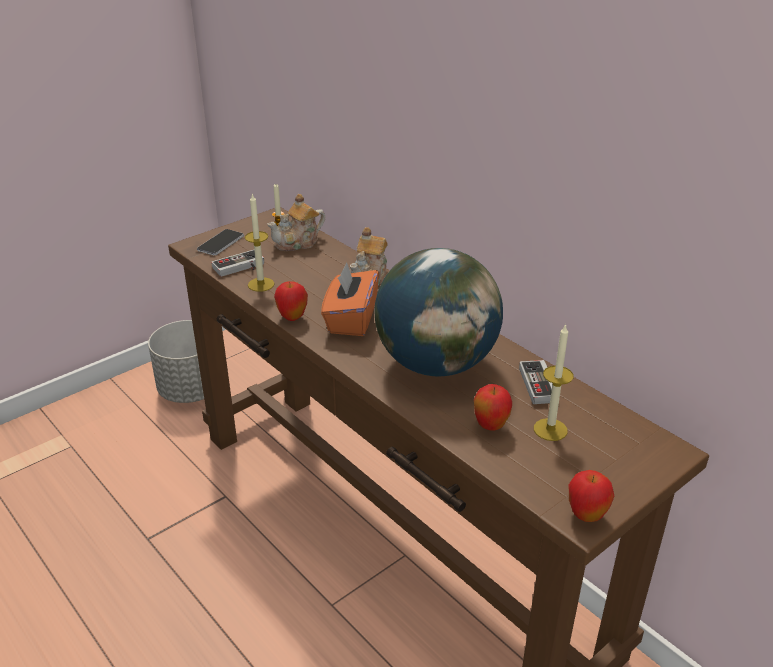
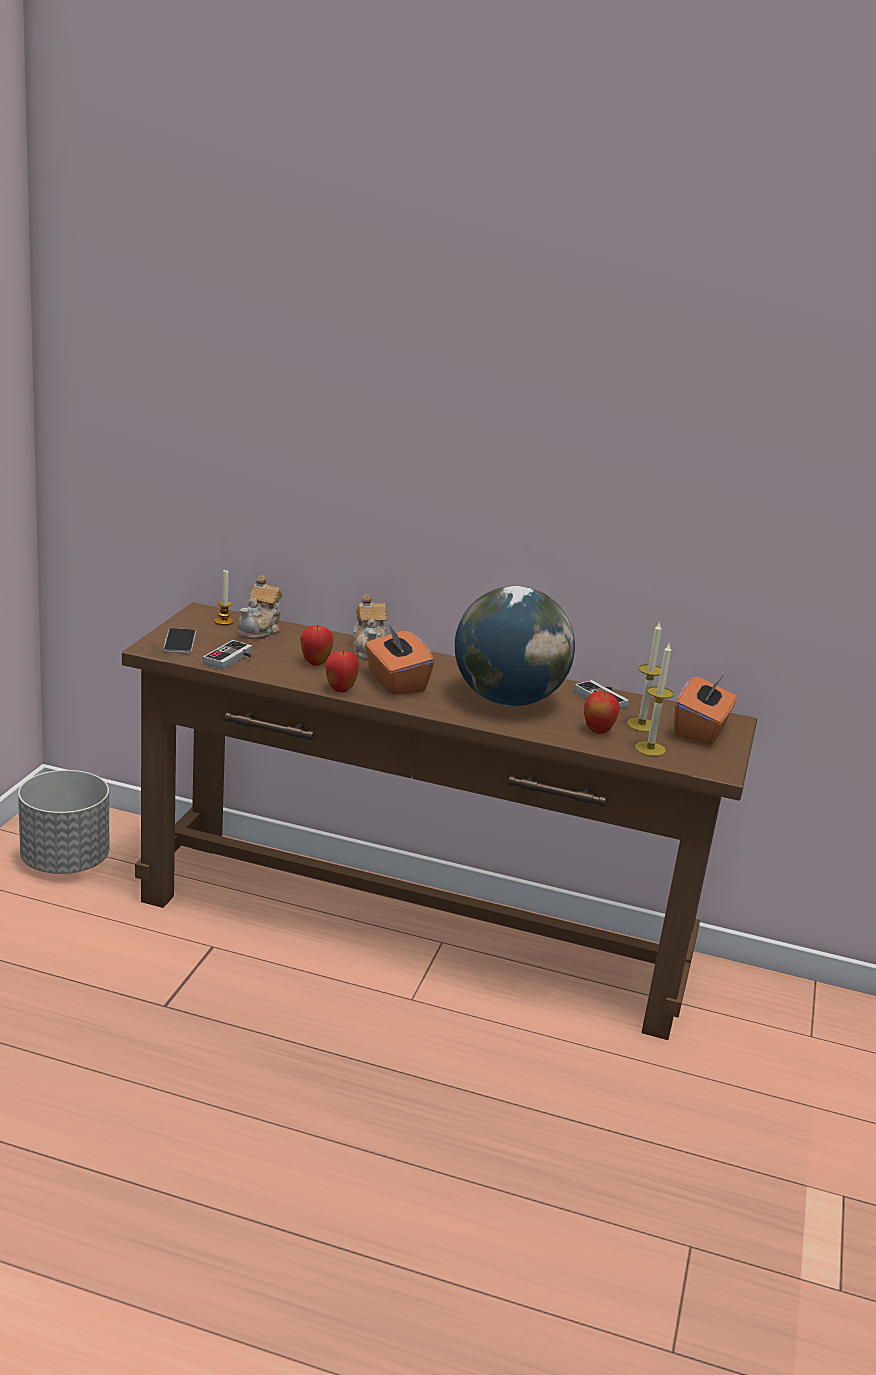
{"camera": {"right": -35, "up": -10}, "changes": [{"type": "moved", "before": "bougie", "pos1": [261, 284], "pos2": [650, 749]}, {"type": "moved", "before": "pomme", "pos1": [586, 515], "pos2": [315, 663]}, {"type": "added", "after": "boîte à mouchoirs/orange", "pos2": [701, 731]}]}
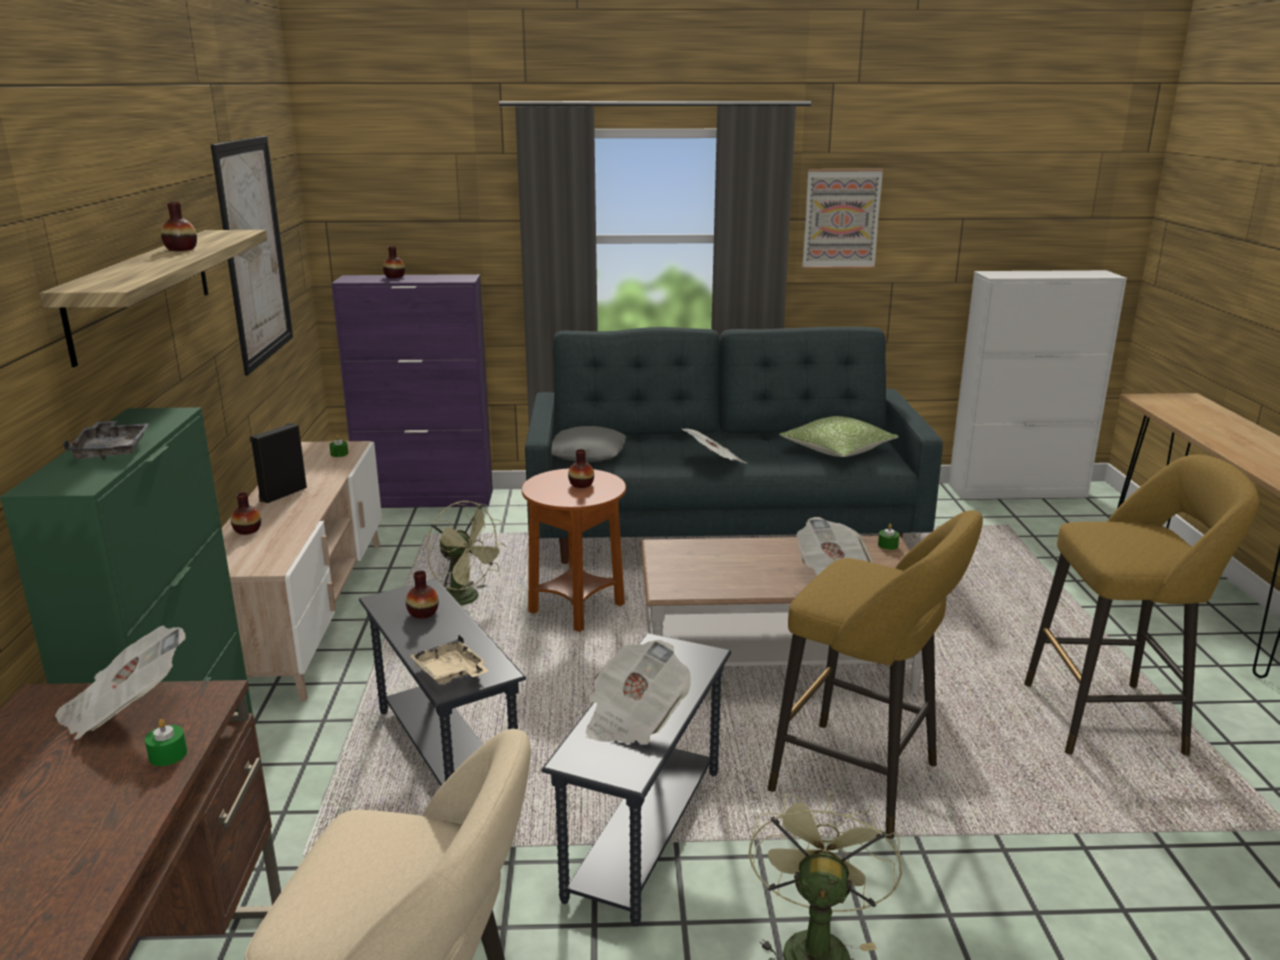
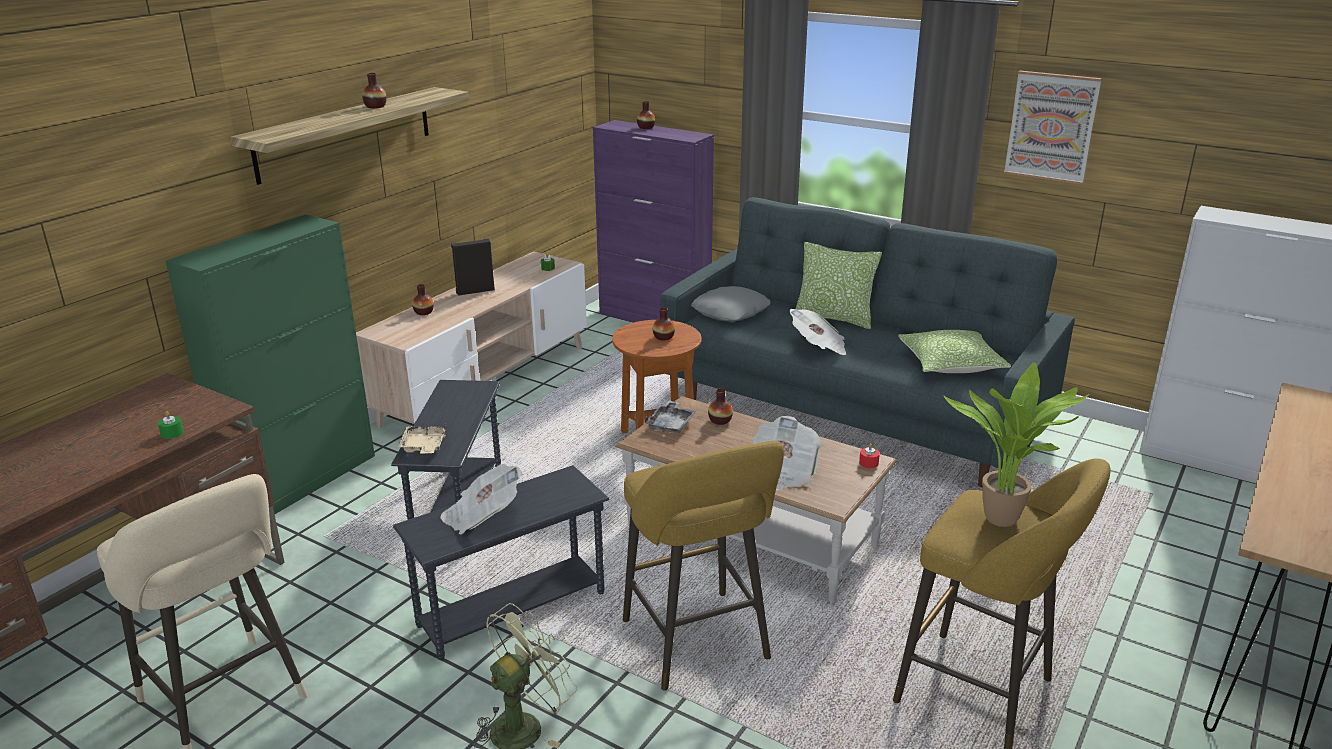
{"camera": {"right": 35, "up": 5}, "changes": [{"type": "removed", "before": "journal", "pos1": [125, 710]}, {"type": "moved", "before": "plateau/gris", "pos1": [112, 450], "pos2": [671, 424]}, {"type": "removed", "before": "tableau", "pos1": [255, 251]}, {"type": "moved", "before": "vase", "pos1": [423, 613], "pos2": [720, 420]}, {"type": "removed", "before": "ventilateur/vert", "pos1": [467, 599]}, {"type": "recoloured", "before": "bougie/vert", "after": "bougie/rouge", "pos1": [888, 545], "pos2": [868, 463]}, {"type": "added", "after": "coussin", "pos2": [834, 318]}, {"type": "added", "after": "plante en pot", "pos2": [1005, 522]}]}
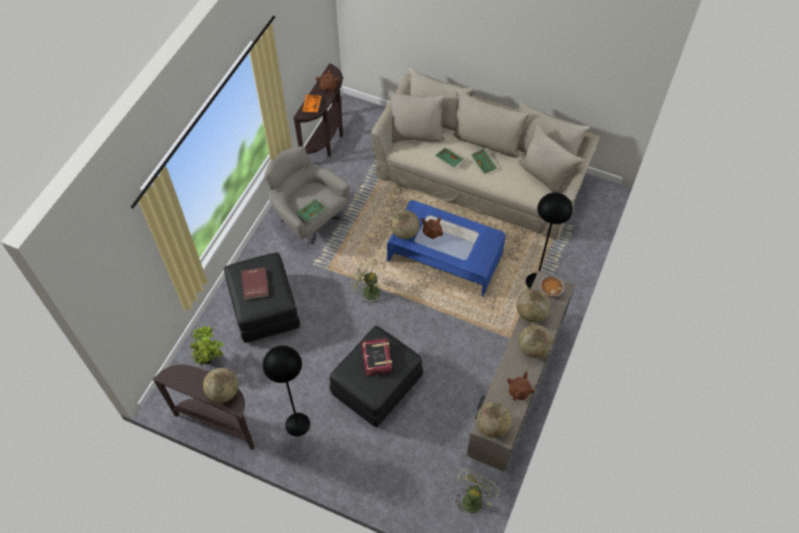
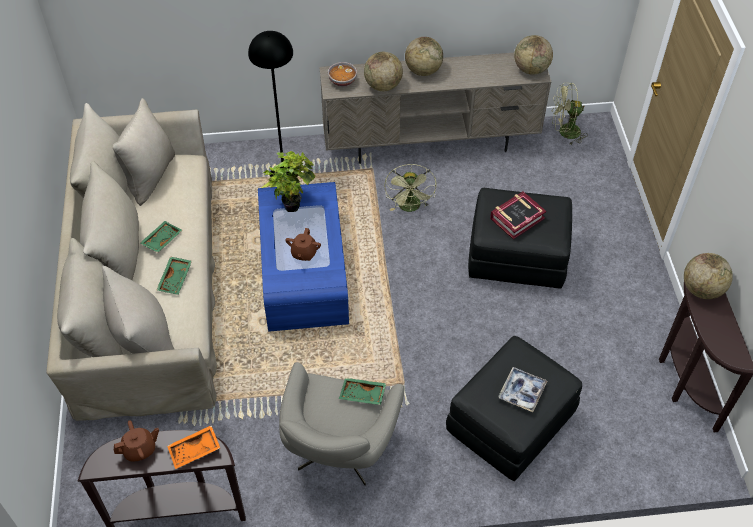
{"camera": {"right": -120, "up": -5}, "changes": [{"type": "moved", "before": "plante en pot", "pos1": [211, 361], "pos2": [291, 204]}, {"type": "replaced", "before": "livre/rouge", "after": "plateau", "pos1": [254, 284], "pos2": [522, 392]}, {"type": "removed", "before": "lampadaire/noir", "pos1": [297, 424]}, {"type": "moved", "before": "ventilateur/vert", "pos1": [367, 291], "pos2": [410, 208]}, {"type": "removed", "before": "globe", "pos1": [405, 232]}, {"type": "removed", "before": "théière/marron", "pos1": [519, 391]}]}
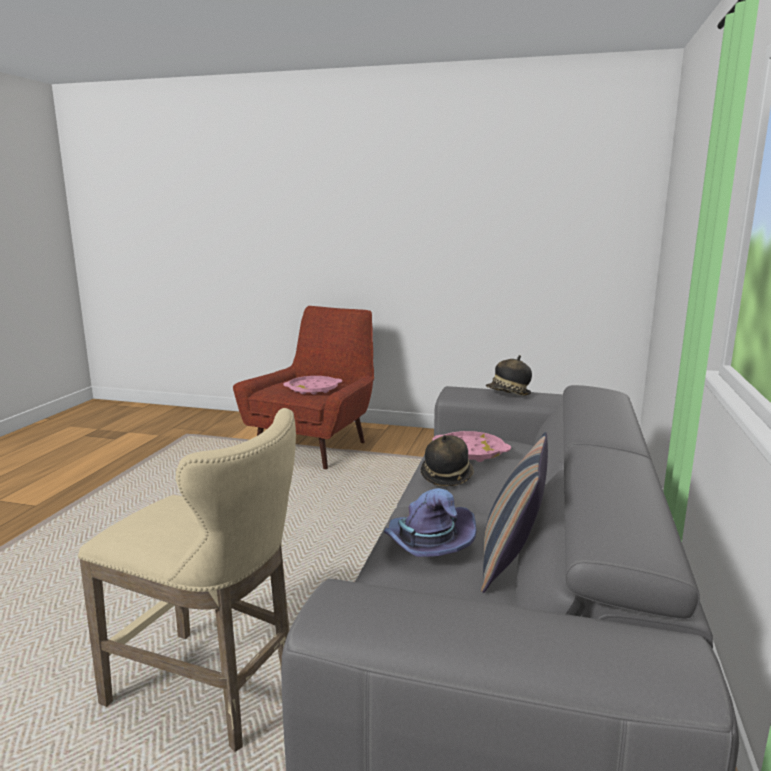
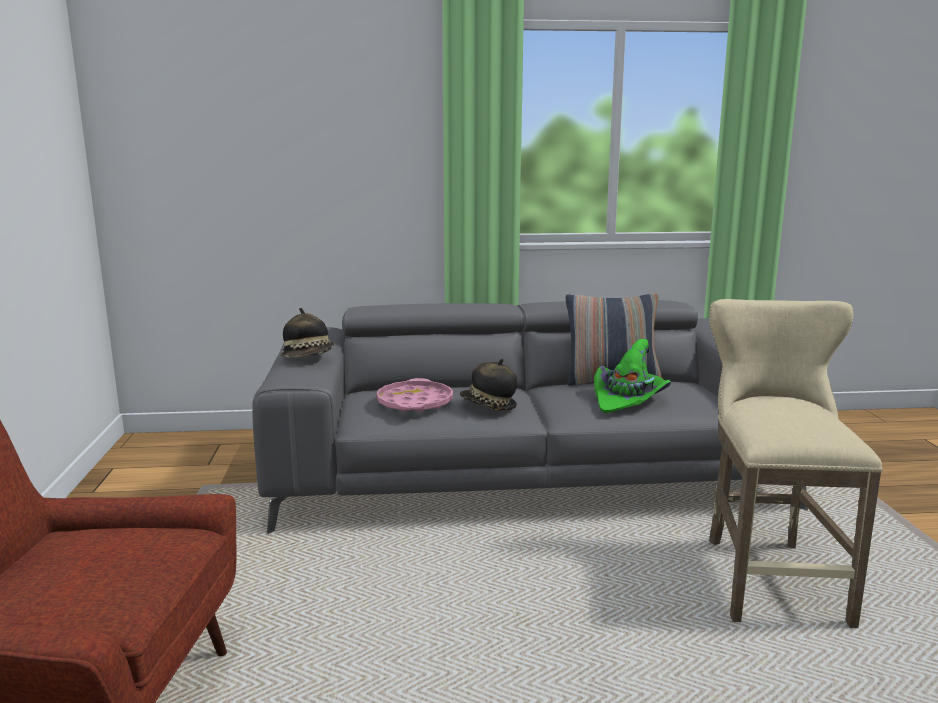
{"camera": {"right": -110, "up": 0}, "changes": [{"type": "removed", "before": "plateau/rose", "pos1": [313, 389]}, {"type": "recoloured", "before": "chapeau/violet", "after": "chapeau/vert", "pos1": [426, 546], "pos2": [628, 400]}]}
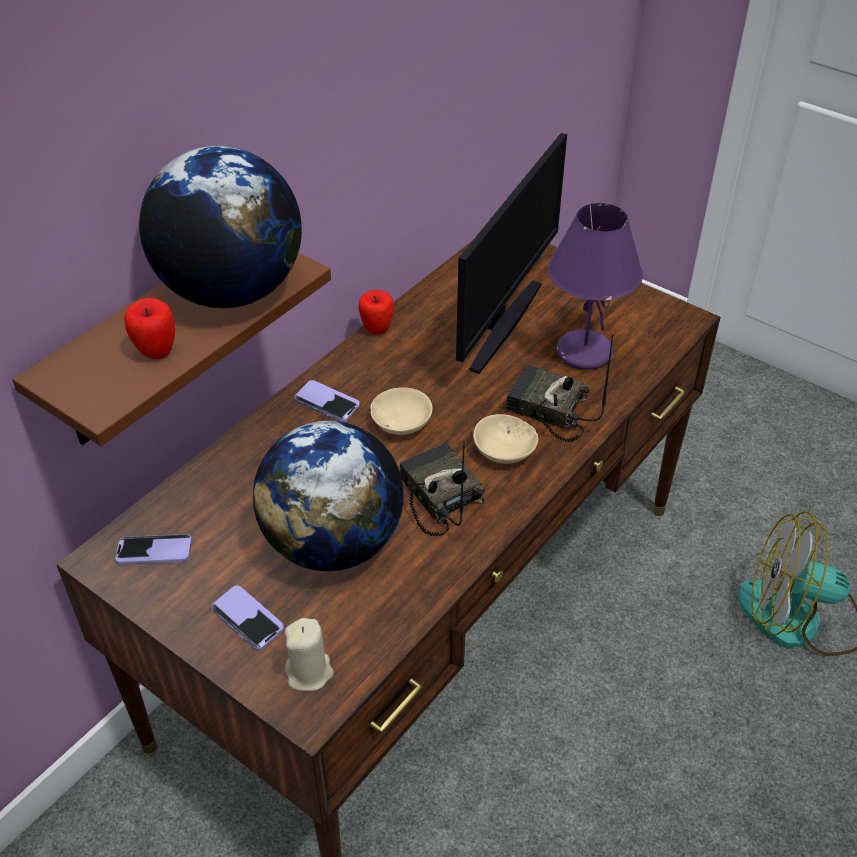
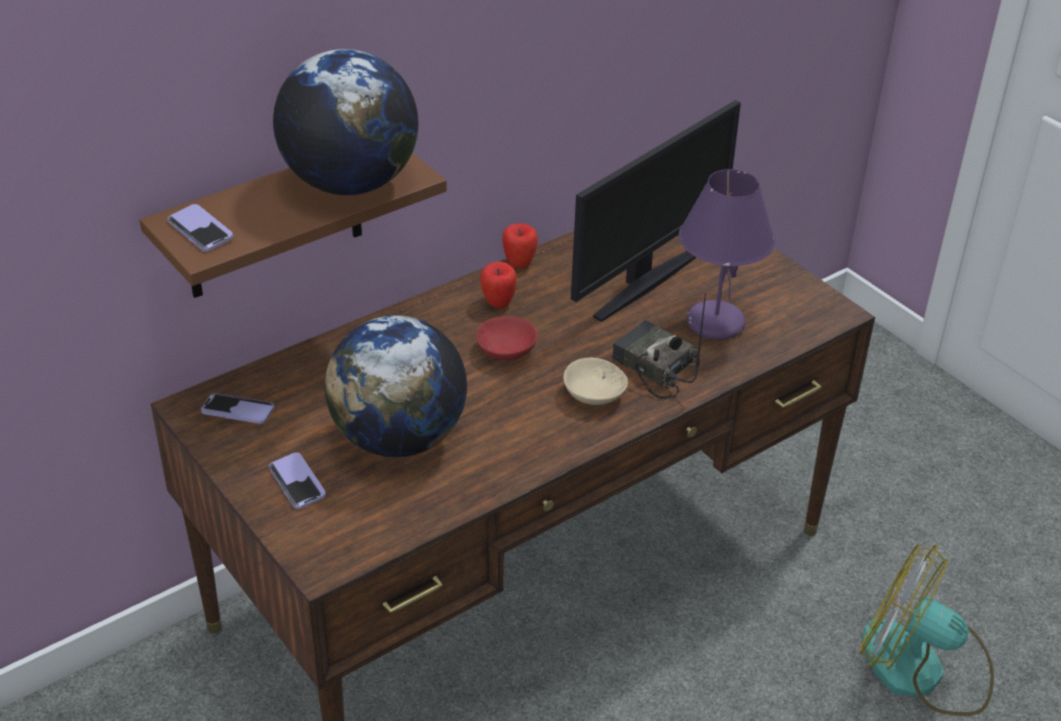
{"camera": {"right": 15, "up": -5}, "changes": [{"type": "moved", "before": "pomme", "pos1": [156, 352], "pos2": [498, 303]}, {"type": "removed", "before": "bougie/beige", "pos1": [309, 672]}, {"type": "moved", "before": "téléphone", "pos1": [327, 403], "pos2": [200, 230]}, {"type": "recoloured", "before": "bol/beige", "after": "bol/rouge", "pos1": [403, 423], "pos2": [508, 351]}, {"type": "removed", "before": "radio", "pos1": [437, 496]}]}
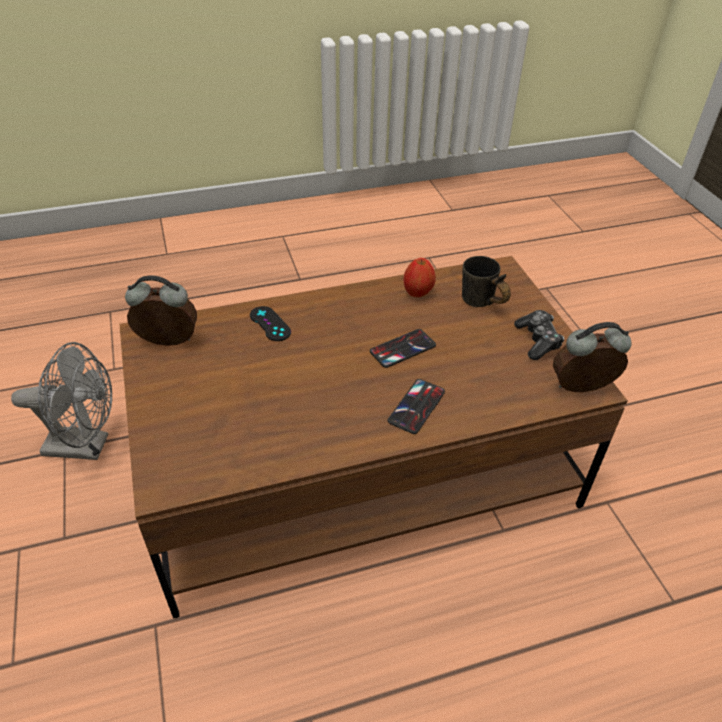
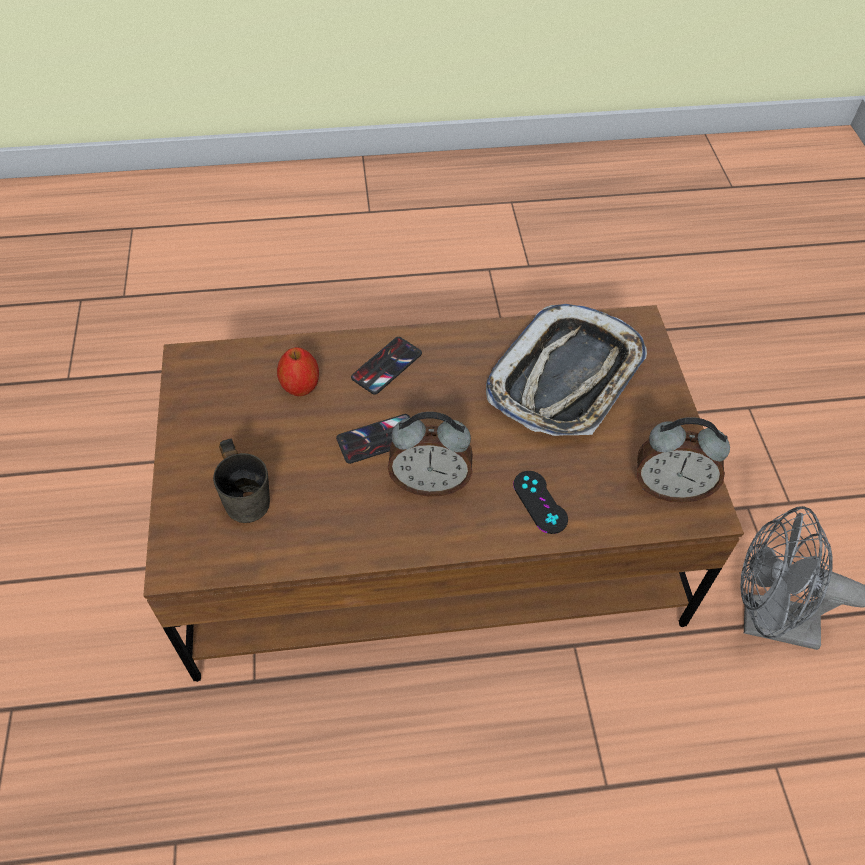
{"camera": {"right": -170, "up": 10}, "changes": [{"type": "moved", "before": "pomme", "pos1": [417, 293], "pos2": [301, 386]}, {"type": "removed", "before": "manette", "pos1": [537, 341]}, {"type": "moved", "before": "réveil", "pos1": [582, 389], "pos2": [430, 482]}, {"type": "added", "after": "plateau", "pos2": [566, 378]}]}
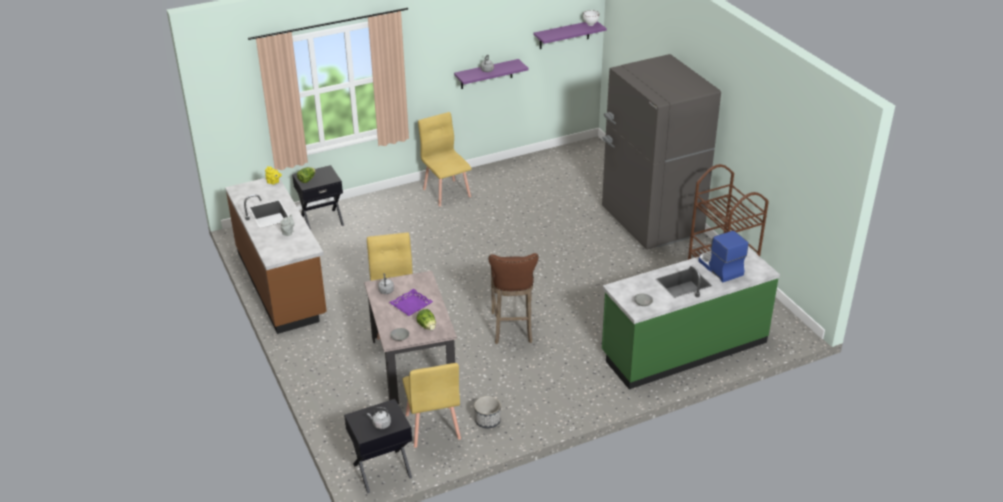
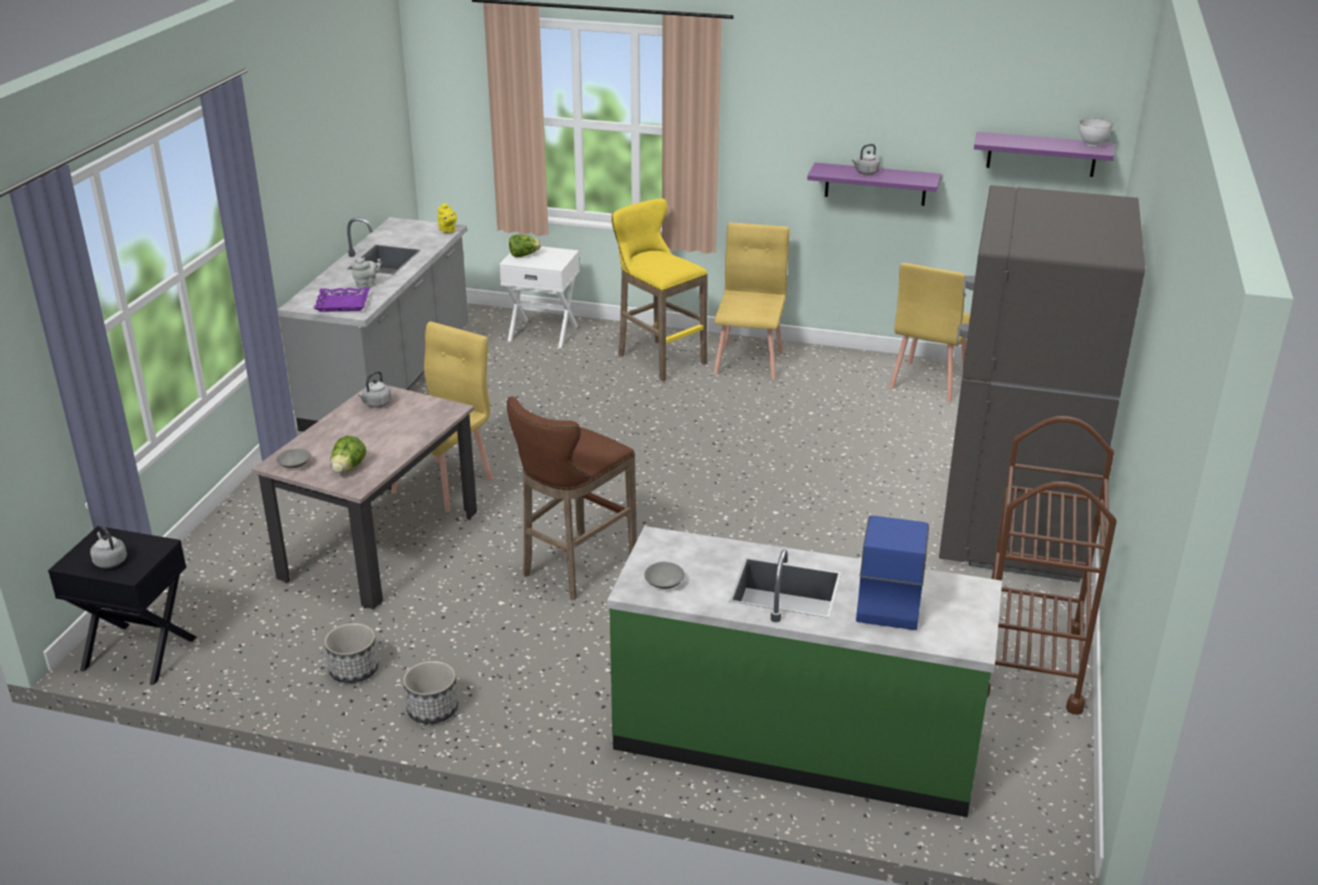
{"camera": {"right": 40, "up": -5}, "changes": [{"type": "recoloured", "before": "comptoir de cuisine/marron", "after": "comptoir de cuisine/gris", "pos1": [282, 284], "pos2": [391, 380]}, {"type": "recoloured", "before": "table de chevet/noir", "after": "table de chevet/blanc", "pos1": [321, 221], "pos2": [543, 332]}, {"type": "moved", "before": "plateau/violet", "pos1": [411, 305], "pos2": [343, 303]}, {"type": "moved", "before": "chaise/jaune", "pos1": [432, 427], "pos2": [928, 381]}, {"type": "added", "after": "cache-pot", "pos2": [432, 710]}, {"type": "added", "after": "tabouret/jaune", "pos2": [657, 358]}]}
